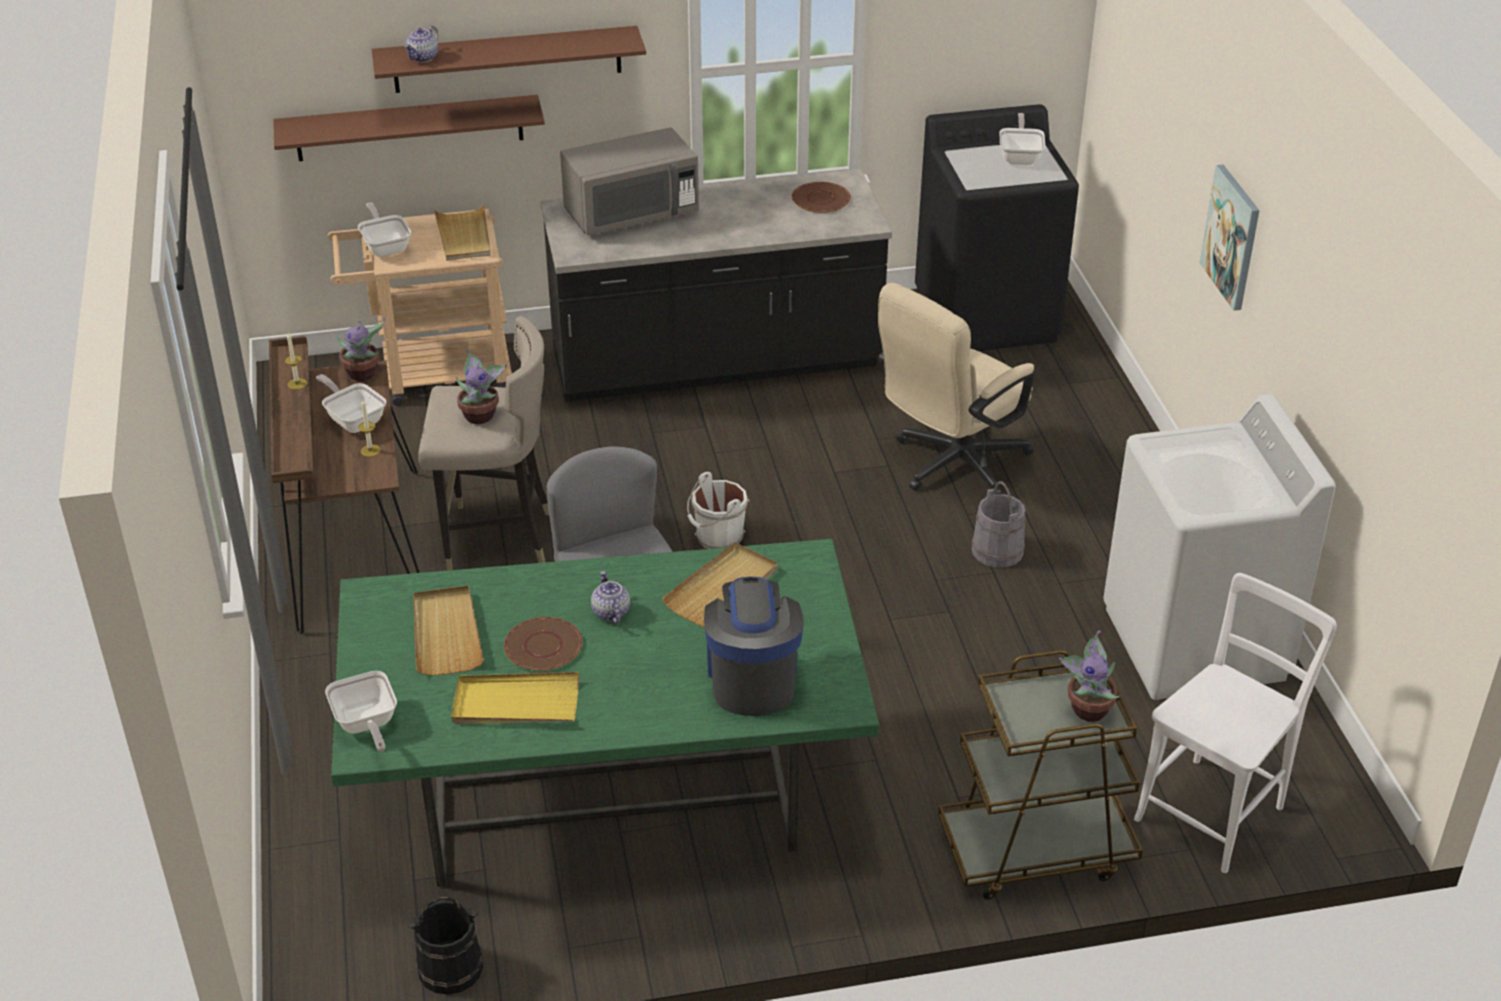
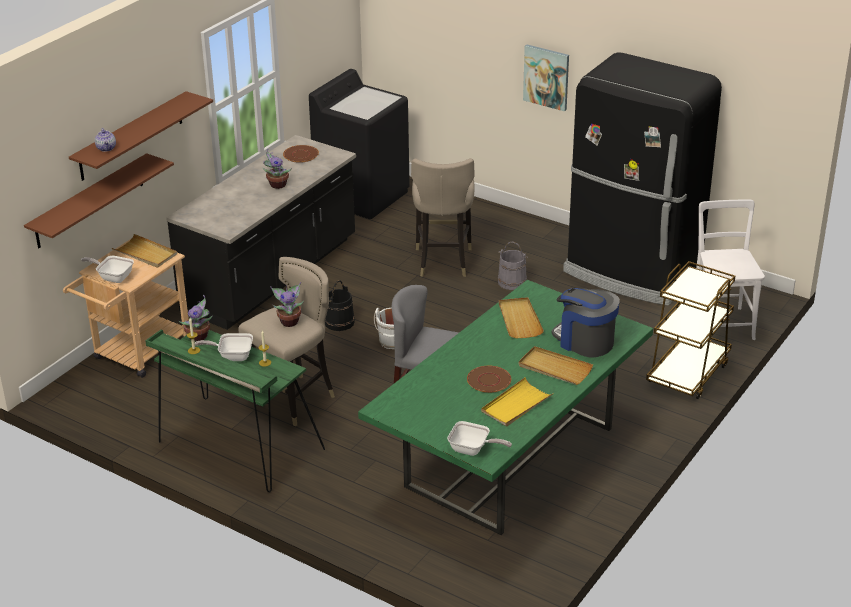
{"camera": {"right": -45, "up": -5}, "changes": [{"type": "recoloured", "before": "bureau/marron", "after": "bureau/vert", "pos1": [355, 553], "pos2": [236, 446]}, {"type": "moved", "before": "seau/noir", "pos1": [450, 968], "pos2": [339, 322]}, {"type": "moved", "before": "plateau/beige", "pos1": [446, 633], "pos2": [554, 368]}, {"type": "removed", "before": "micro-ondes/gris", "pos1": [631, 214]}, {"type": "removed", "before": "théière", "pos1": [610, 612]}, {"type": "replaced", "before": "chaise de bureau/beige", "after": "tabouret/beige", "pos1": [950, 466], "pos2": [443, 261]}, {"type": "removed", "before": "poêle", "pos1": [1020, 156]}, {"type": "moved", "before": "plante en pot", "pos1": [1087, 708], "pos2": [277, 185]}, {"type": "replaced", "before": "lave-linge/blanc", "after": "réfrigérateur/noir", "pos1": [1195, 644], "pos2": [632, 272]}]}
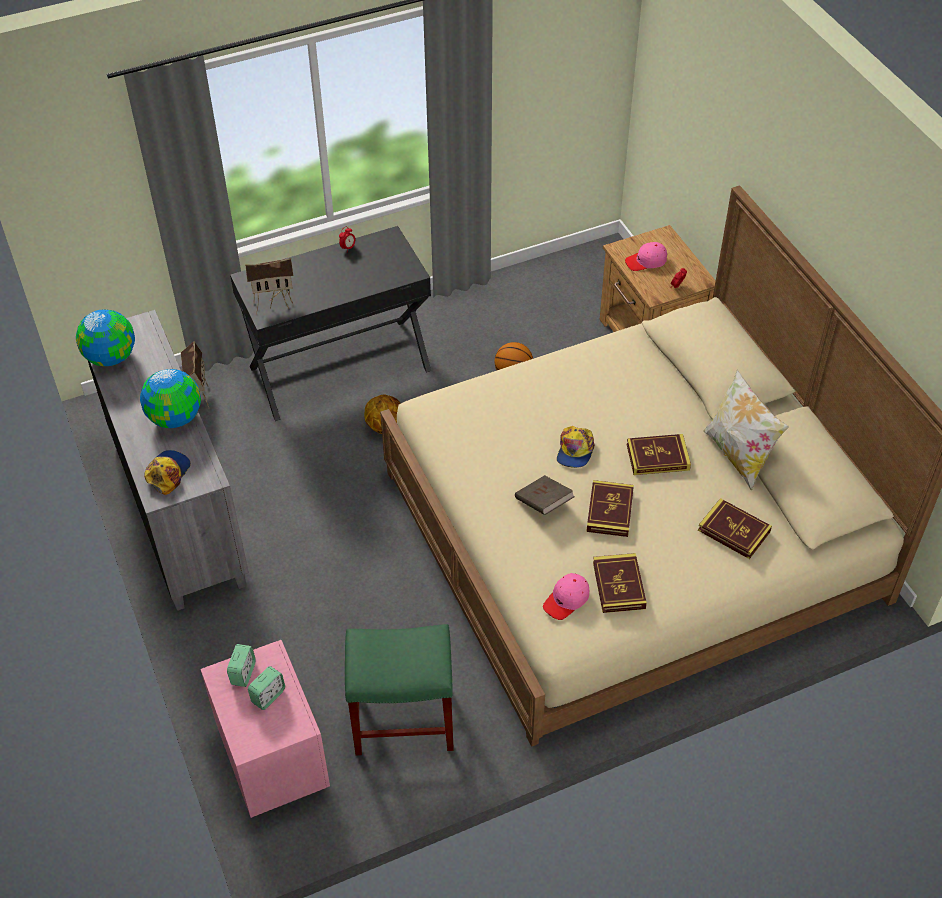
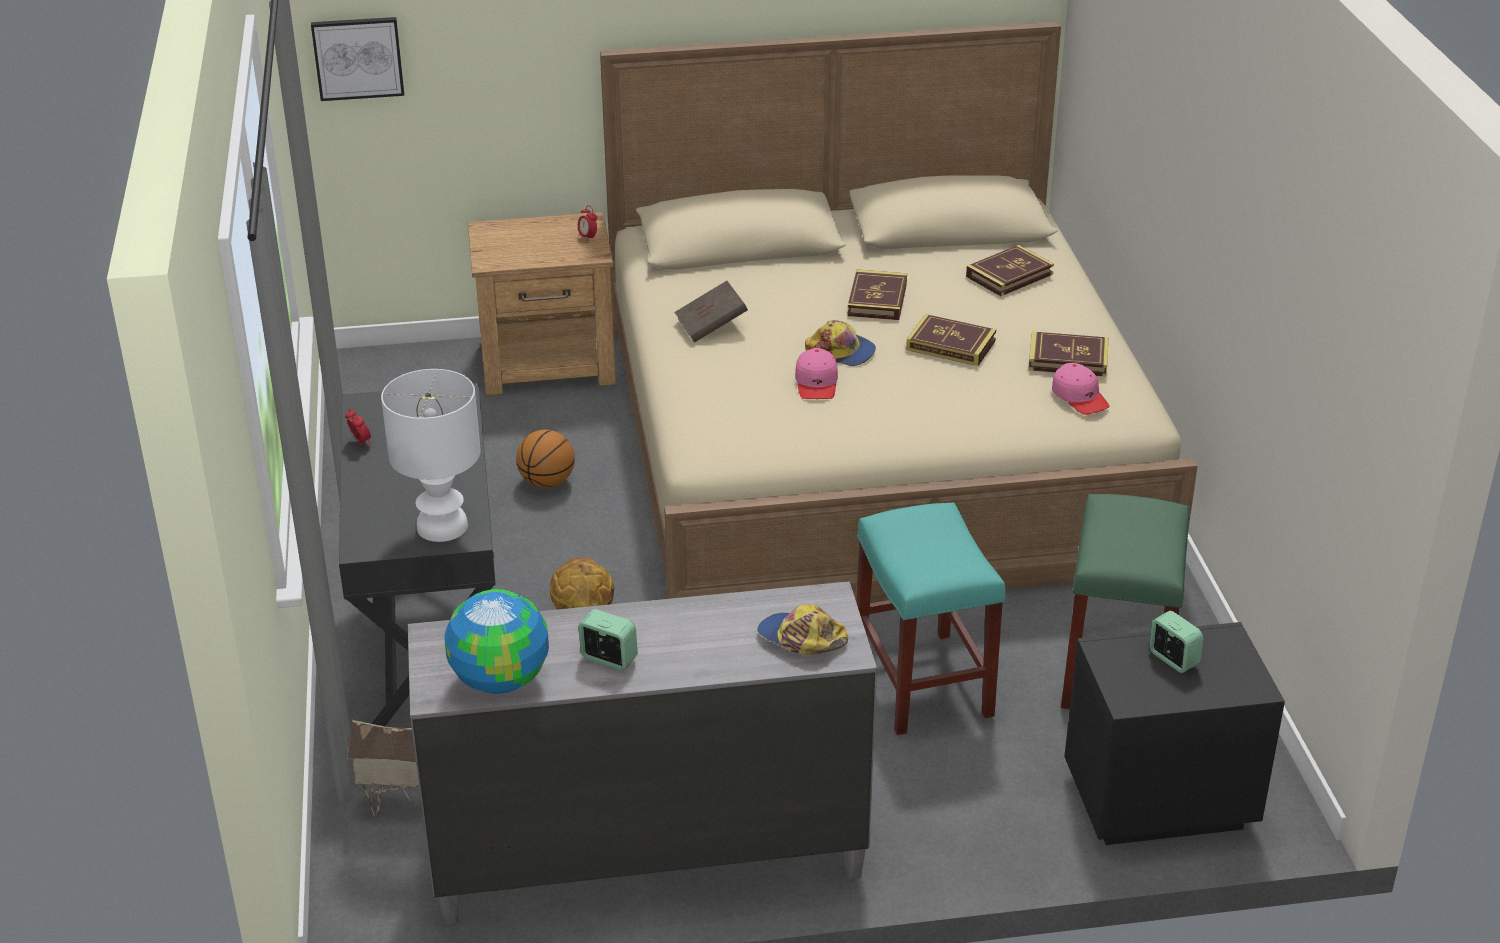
{"camera": {"right": -75, "up": -15}, "changes": [{"type": "removed", "before": "globe", "pos1": [176, 418]}, {"type": "recoloured", "before": "table de chevet/rose", "after": "table de chevet/noir", "pos1": [274, 758], "pos2": [1155, 800]}, {"type": "moved", "before": "réveil", "pos1": [243, 673], "pos2": [608, 659]}, {"type": "replaced", "before": "maison miniature", "after": "lampe de table/blanc", "pos1": [274, 303], "pos2": [442, 526]}, {"type": "moved", "before": "livre/marron", "pos1": [543, 503], "pos2": [711, 326]}, {"type": "moved", "before": "casquette/rose", "pos1": [646, 261], "pos2": [816, 383]}, {"type": "removed", "before": "coussin", "pos1": [738, 455]}, {"type": "added", "after": "tableau", "pos2": [358, 57]}, {"type": "added", "after": "tabouret/turquoise", "pos2": [924, 684]}]}
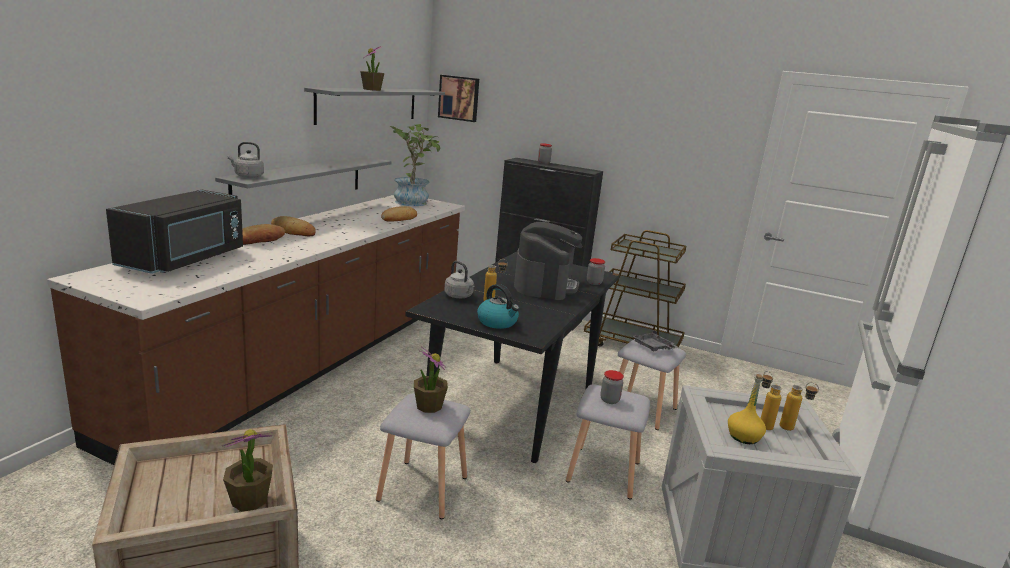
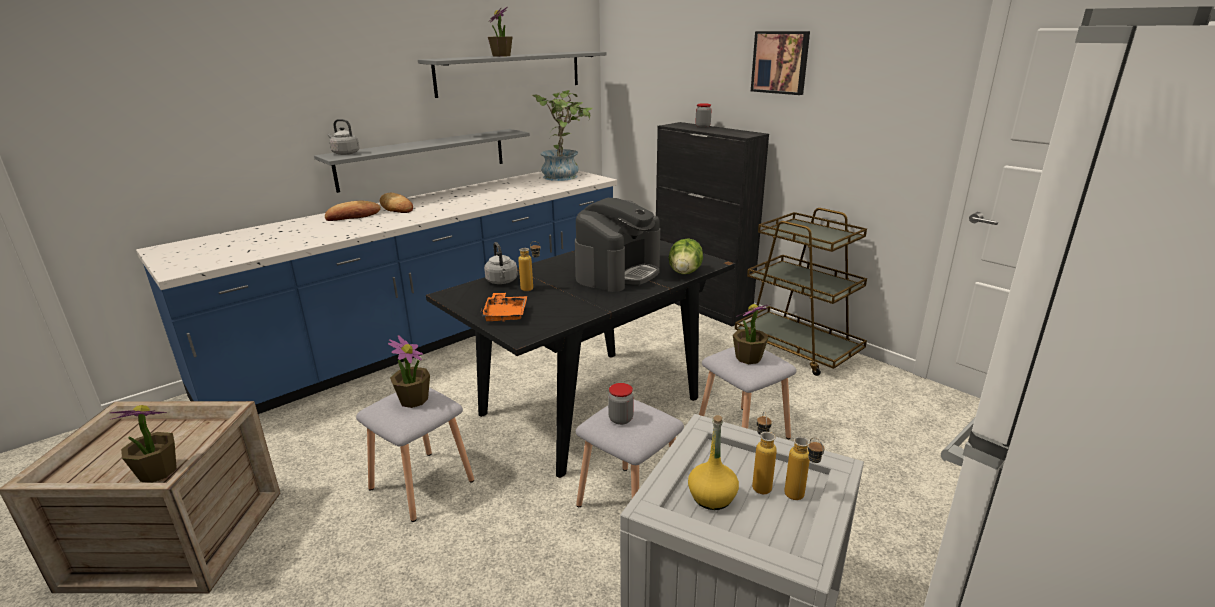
{"camera": {"right": 25, "up": 5}, "changes": [{"type": "recoloured", "before": "comptoir de cuisine/marron", "after": "comptoir de cuisine/bleu", "pos1": [316, 359], "pos2": [434, 336]}, {"type": "removed", "before": "micro-ondes/noir", "pos1": [186, 259]}, {"type": "removed", "before": "pain", "pos1": [399, 218]}, {"type": "moved", "before": "tableau", "pos1": [459, 98], "pos2": [781, 62]}, {"type": "replaced", "before": "bouilloire", "after": "plateau/orange", "pos1": [498, 322], "pos2": [505, 314]}, {"type": "replaced", "before": "bocal", "after": "laitue", "pos1": [594, 283], "pos2": [685, 272]}, {"type": "replaced", "before": "plateau/gris", "after": "plante en pot", "pos1": [653, 347], "pos2": [748, 358]}]}
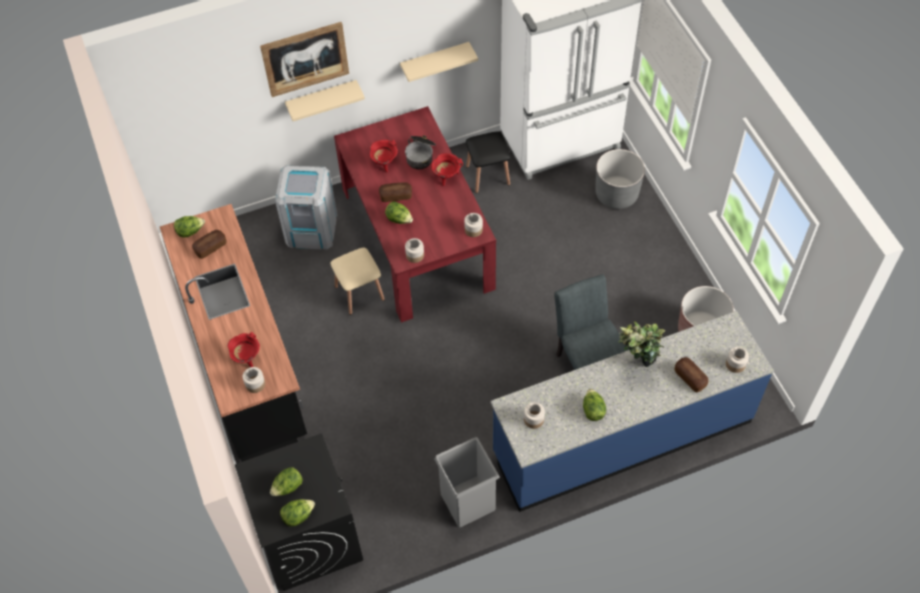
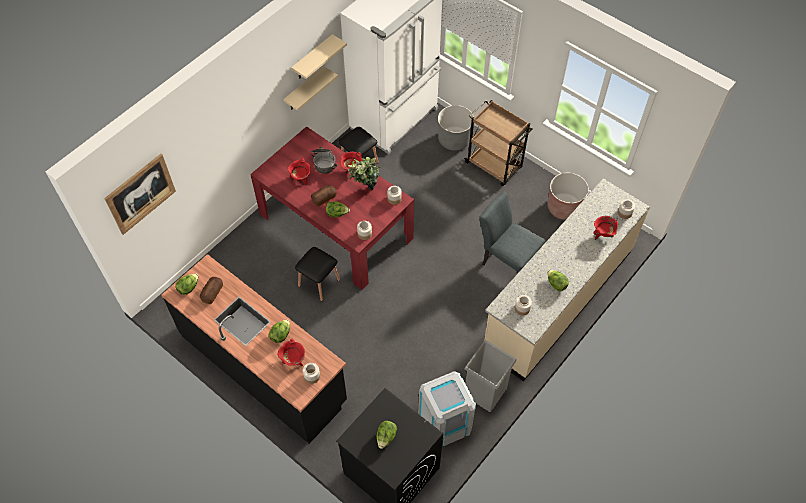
{"camera": {"right": -30, "up": 0}, "changes": [{"type": "moved", "before": "tableau", "pos1": [305, 59], "pos2": [140, 194]}, {"type": "moved", "before": "poubelle/gris", "pos1": [311, 229], "pos2": [444, 422]}, {"type": "moved", "before": "laitue", "pos1": [298, 516], "pos2": [280, 335]}, {"type": "moved", "before": "étagère/beige", "pos1": [322, 99], "pos2": [312, 58]}, {"type": "recoloured", "before": "tabouret/beige", "after": "tabouret/noir", "pos1": [359, 293], "pos2": [319, 283]}, {"type": "recoloured", "before": "comptoir de cuisine/bleu", "after": "comptoir de cuisine/beige", "pos1": [621, 437], "pos2": [557, 299]}, {"type": "moved", "before": "plante en pot", "pos1": [636, 367], "pos2": [365, 193]}, {"type": "replaced", "before": "pain", "after": "marmite/rouge", "pos1": [690, 378], "pos2": [603, 234]}, {"type": "added", "after": "chariot/marron", "pos2": [494, 166]}]}
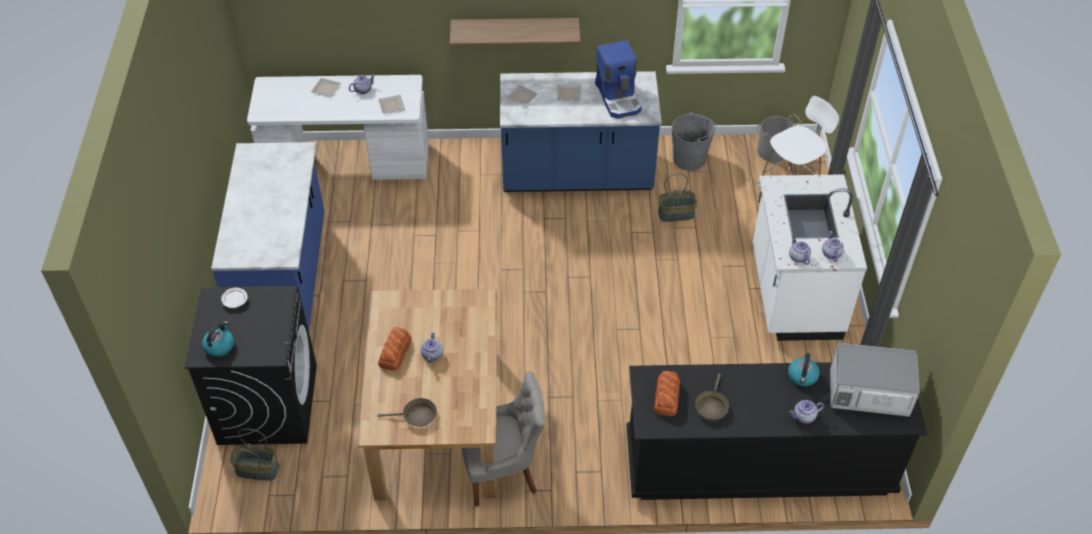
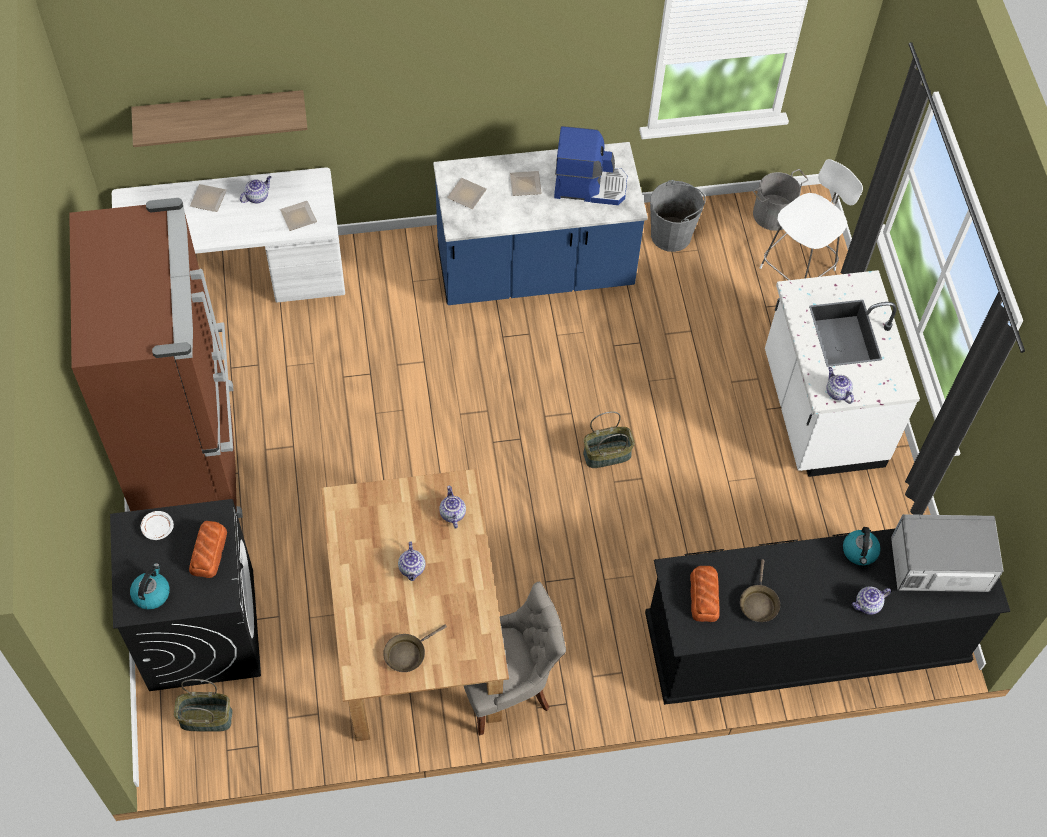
{"camera": {"right": -10, "up": 10}, "changes": [{"type": "replaced", "before": "comptoir de cuisine/bleu", "after": "réfrigérateur/marron", "pos1": [285, 279], "pos2": [190, 454]}, {"type": "turned", "before": "poêle/marron", "pos1": [416, 416], "pos2": [407, 653], "turn": 150}, {"type": "moved", "before": "pain", "pos1": [395, 351], "pos2": [209, 551]}, {"type": "moved", "before": "étagère", "pos1": [515, 30], "pos2": [220, 111]}, {"type": "turned", "before": "machine à café", "pos1": [619, 97], "pos2": [589, 185], "turn": -60}, {"type": "moved", "before": "panier", "pos1": [676, 213], "pos2": [607, 454]}, {"type": "moved", "before": "théière", "pos1": [830, 253], "pos2": [452, 513]}]}
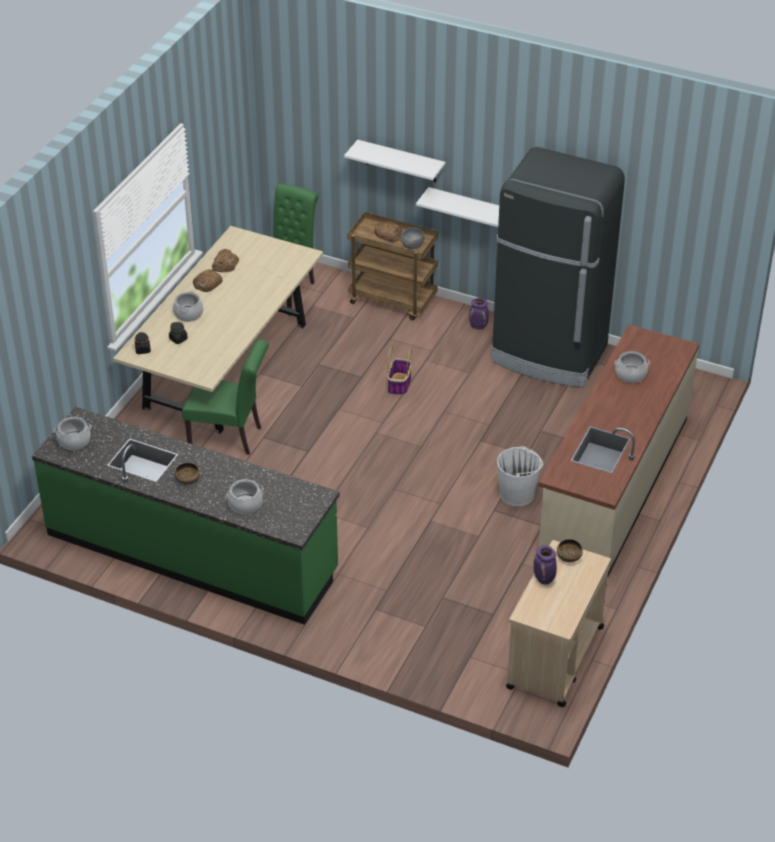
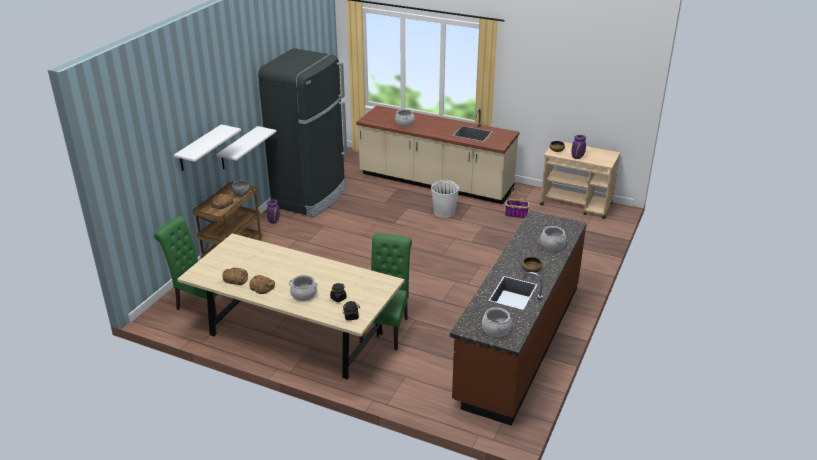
{"camera": {"right": -90, "up": -10}, "changes": [{"type": "recoloured", "before": "comptoir de cuisine/vert", "after": "comptoir de cuisine/marron", "pos1": [192, 553], "pos2": [518, 341]}, {"type": "moved", "before": "panier", "pos1": [399, 385], "pos2": [516, 214]}]}
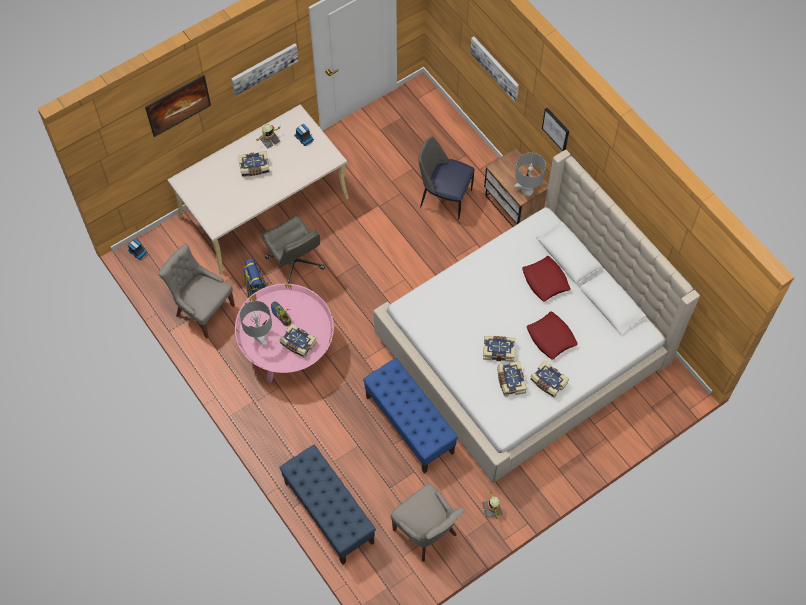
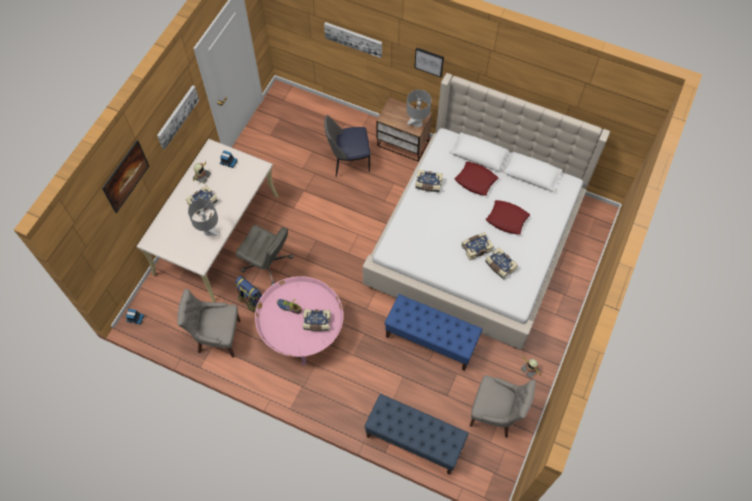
{"camera": {"right": -30, "up": 0}, "changes": [{"type": "moved", "before": "lampe de table/gris", "pos1": [259, 336], "pos2": [209, 231]}, {"type": "moved", "before": "livre", "pos1": [548, 382], "pos2": [428, 184]}]}
